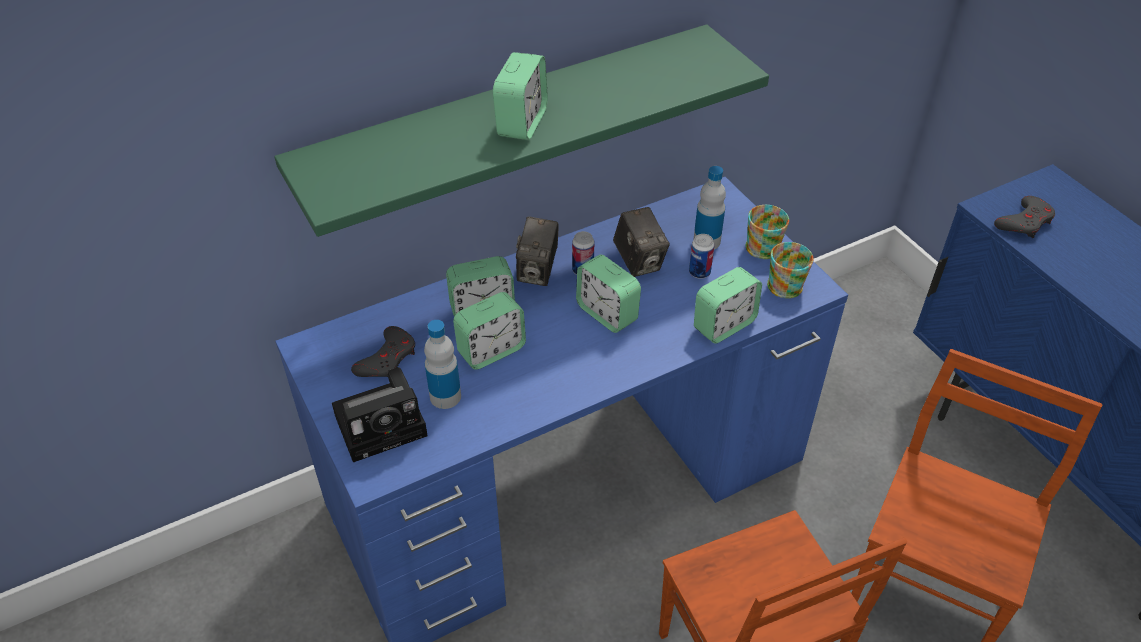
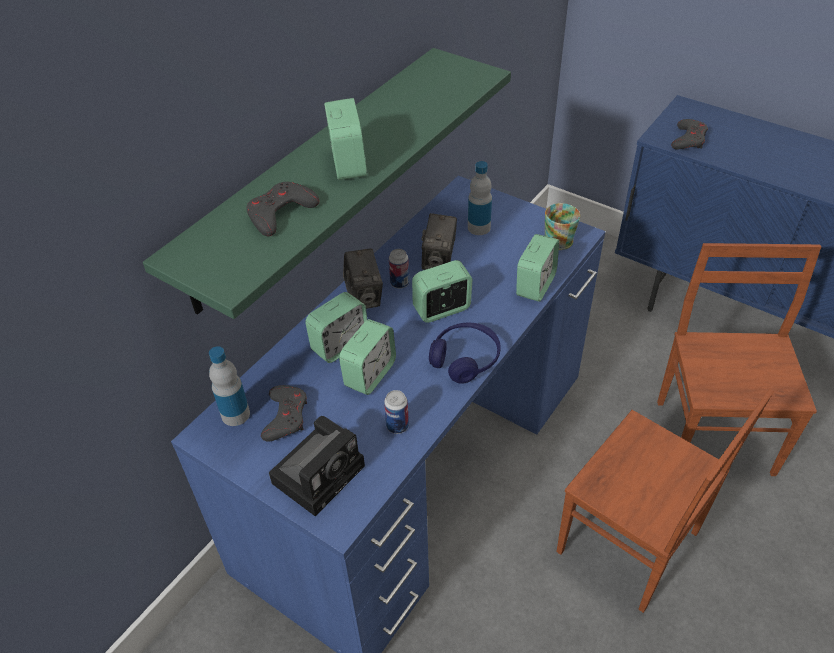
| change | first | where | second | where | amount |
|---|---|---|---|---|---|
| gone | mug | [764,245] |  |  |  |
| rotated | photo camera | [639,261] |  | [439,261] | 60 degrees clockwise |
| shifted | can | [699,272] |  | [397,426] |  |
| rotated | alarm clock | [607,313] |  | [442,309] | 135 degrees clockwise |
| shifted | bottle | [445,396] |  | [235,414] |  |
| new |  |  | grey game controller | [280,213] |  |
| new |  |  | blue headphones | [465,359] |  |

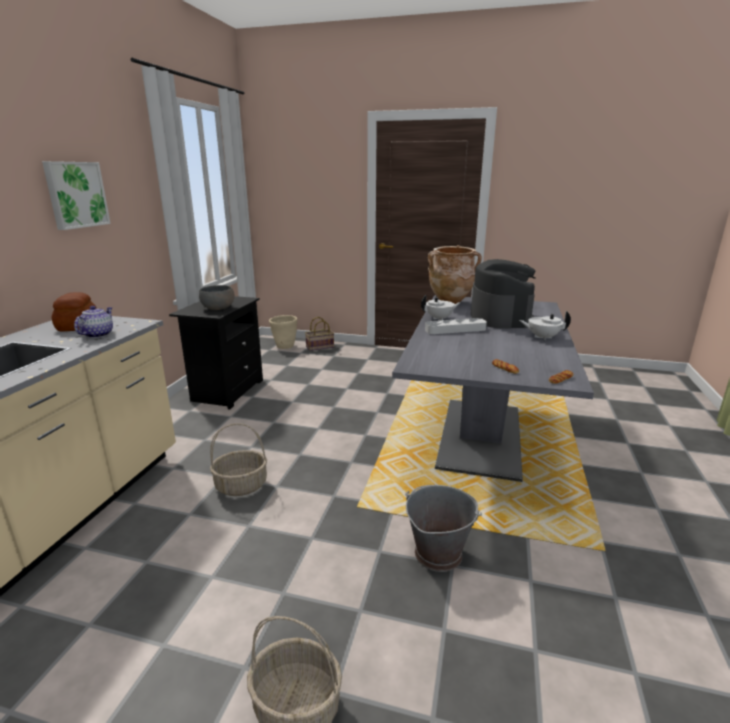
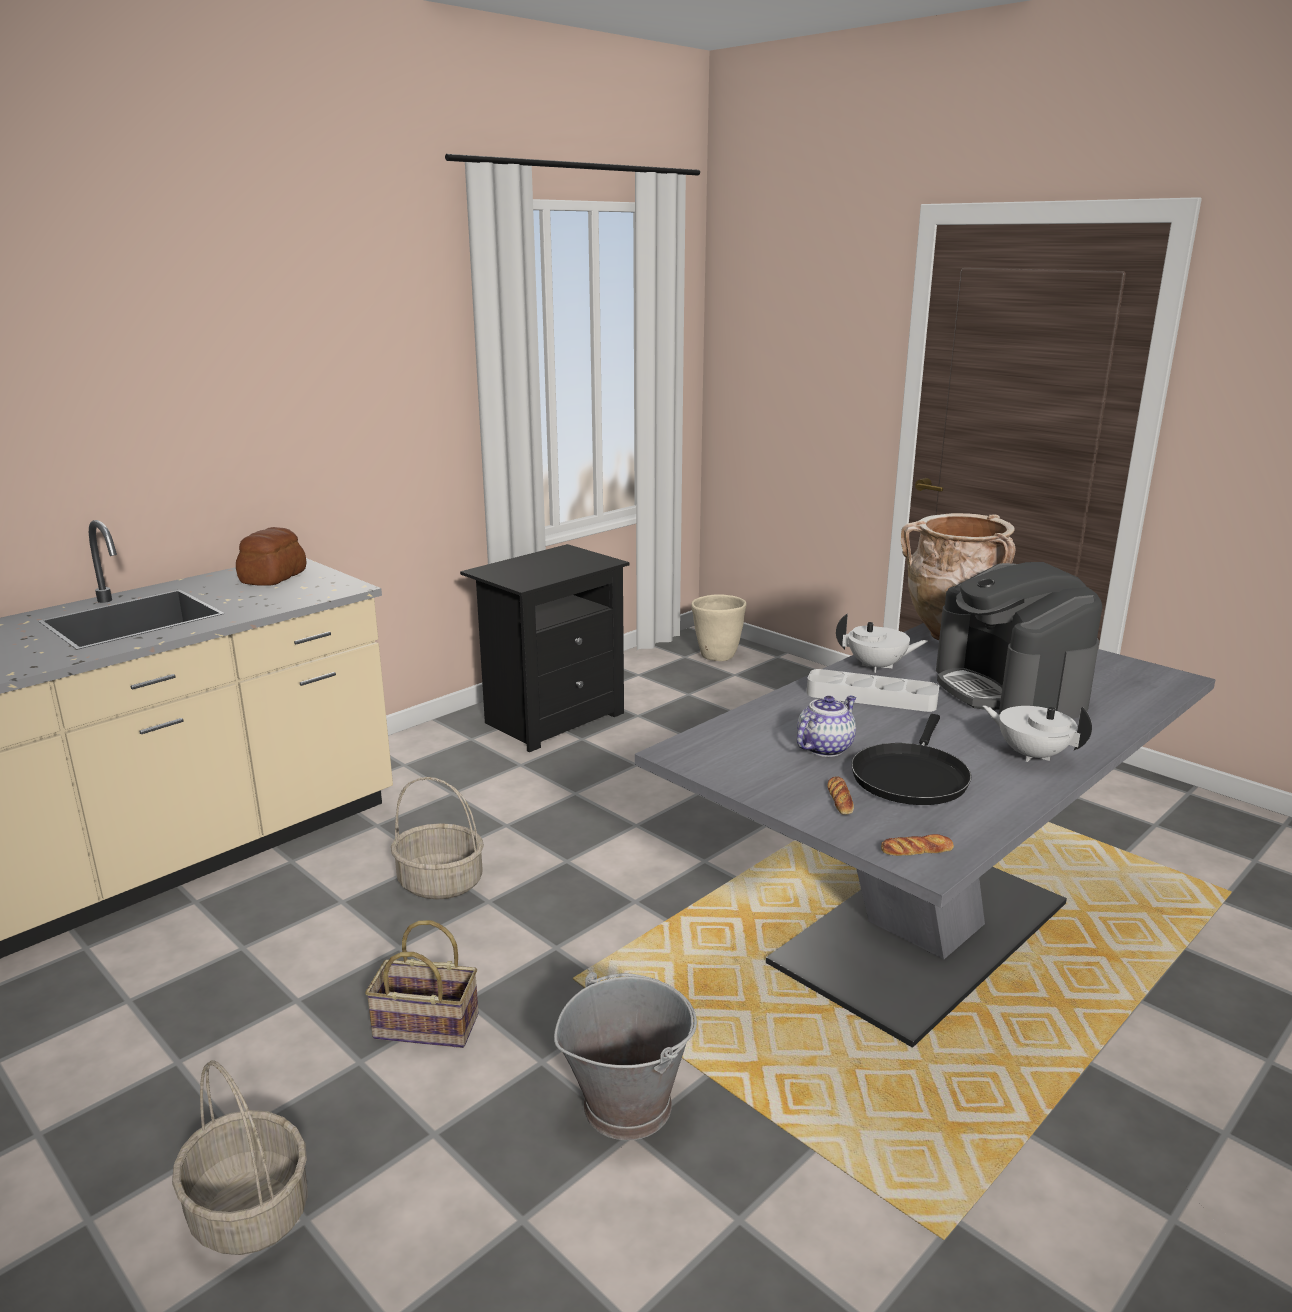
| change | first | where | second | where | amount |
|---|---|---|---|---|---|
| gone | picture | [75,195] |  |  |  |
| rotated | coffee machine | [500,317] |  | [1010,690] | 135 degrees clockwise |
| gone | grey bowl | [218,308] |  |  |  |
| shifted | teapot | [98,334] |  | [825,747] |  |
| shifted | basket | [319,347] |  | [423,1027] |  |
| new |  |  | black frying pan | [910,777] |  |

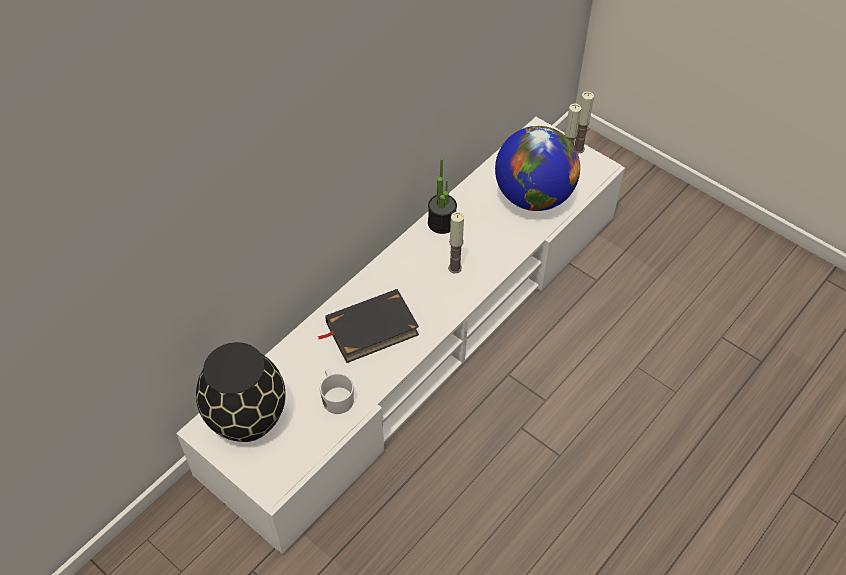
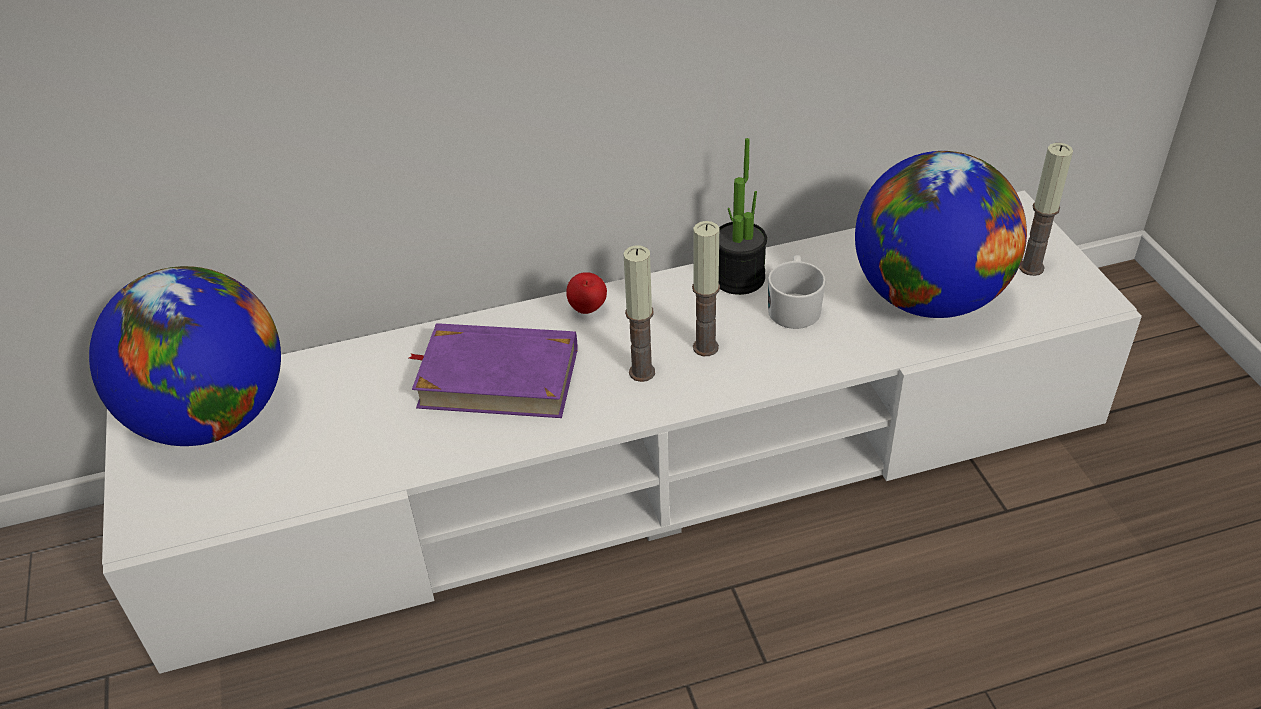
| change | first | where | second | where | amount |
|---|---|---|---|---|---|
| shifted | candle | [578,148] |  | [642,372] |  |
| repainted | black book | [371,328] | purple book | [498,377] |  |
| swapped | black vase | [248,418] | globe | [212,418] |  |
| shifted | white mug | [336,397] |  | [794,306] |  |
| new |  |  | apple | [588,310] |  |

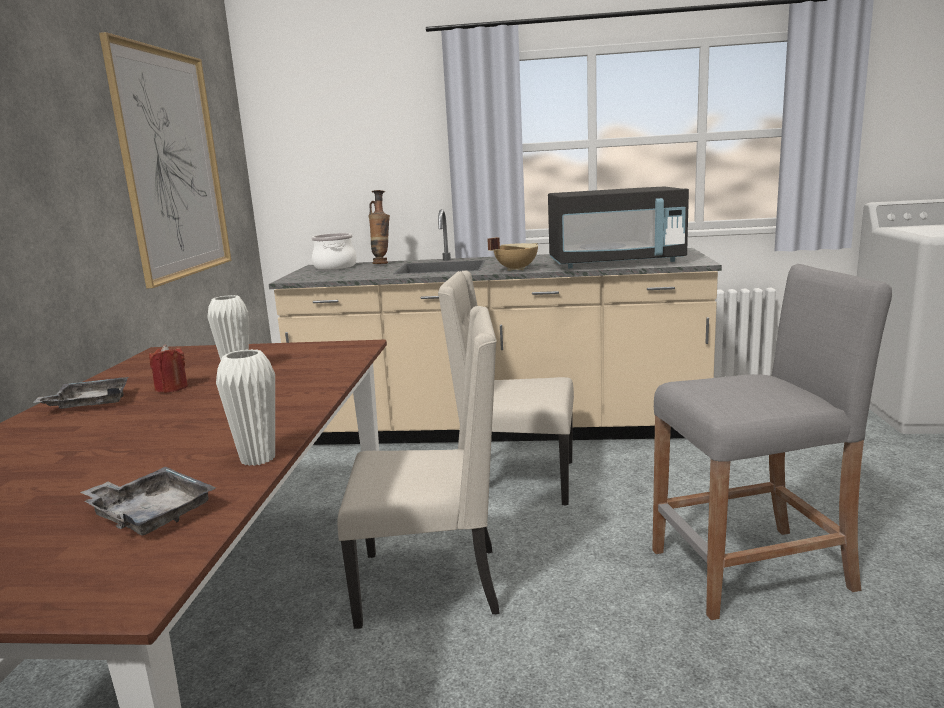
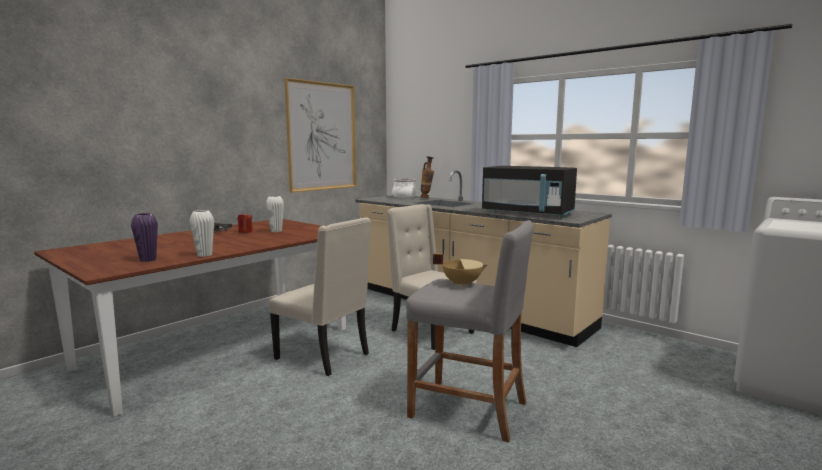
| change | first | where | second | where | amount |
|---|---|---|---|---|---|
| shifted | beige cooking pot | [515,269] |  | [461,283] |  |
| swapped | grey tray | [151,514] | purple vase | [148,260] |  |

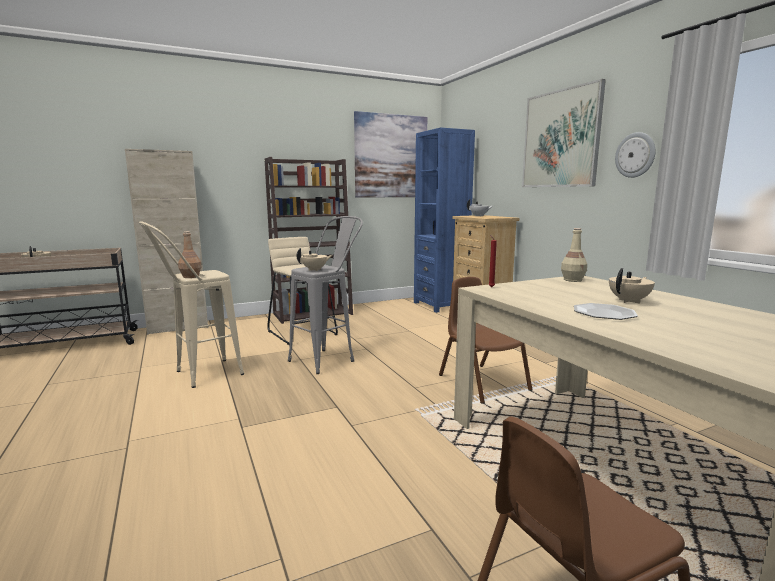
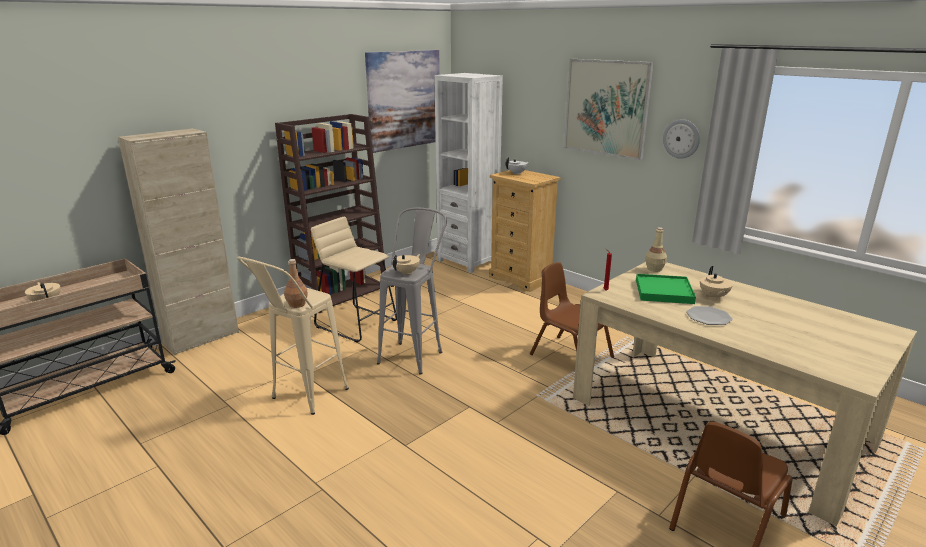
| change | first | where | second | where | amount |
|---|---|---|---|---|---|
| repainted | blue bookcase | [440,305] | white bookcase | [468,261] |  |
| rotated | beige teapot | [629,301] |  | [713,297] | 150 degrees clockwise |
| new |  |  | green tray | [664,291] |  |

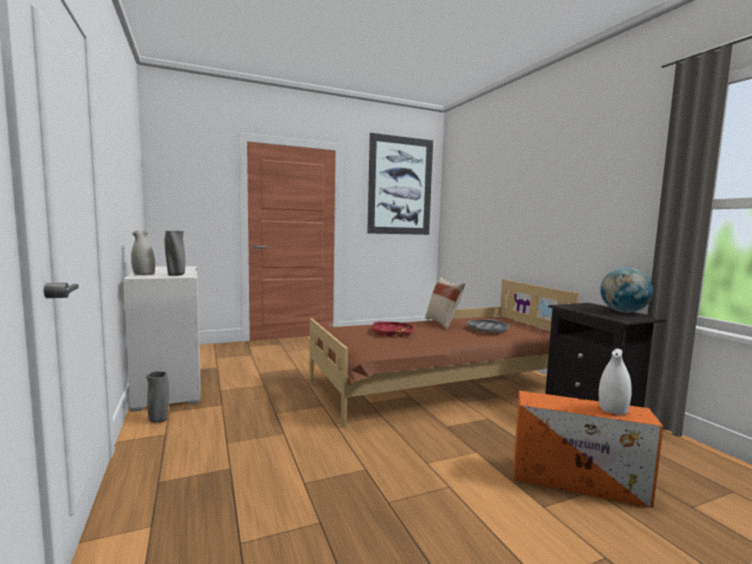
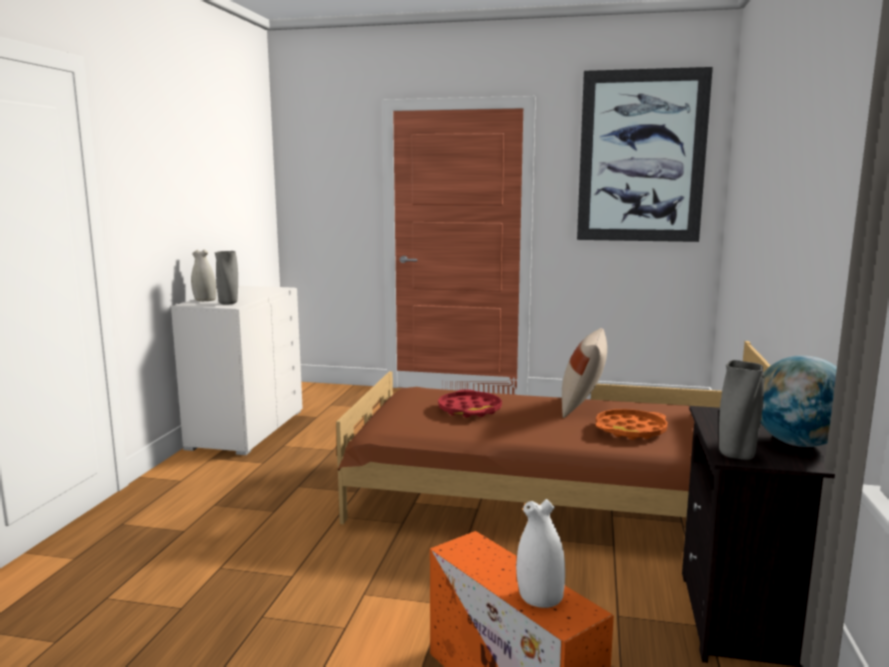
| change | first | where | second | where | amount |
|---|---|---|---|---|---|
| repainted | grey tray | [487,329] | orange tray | [630,430] |  |
| shifted | grey vase | [158,420] |  | [736,455] |  |

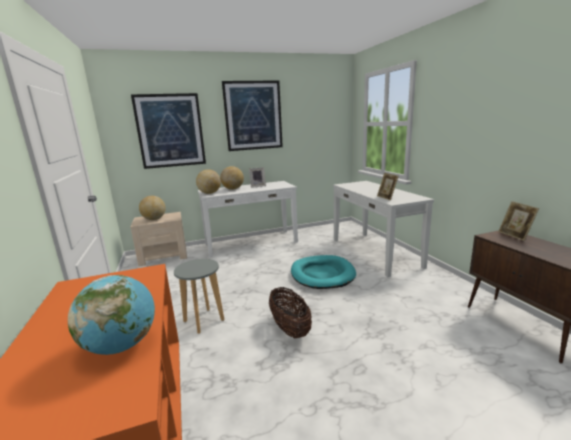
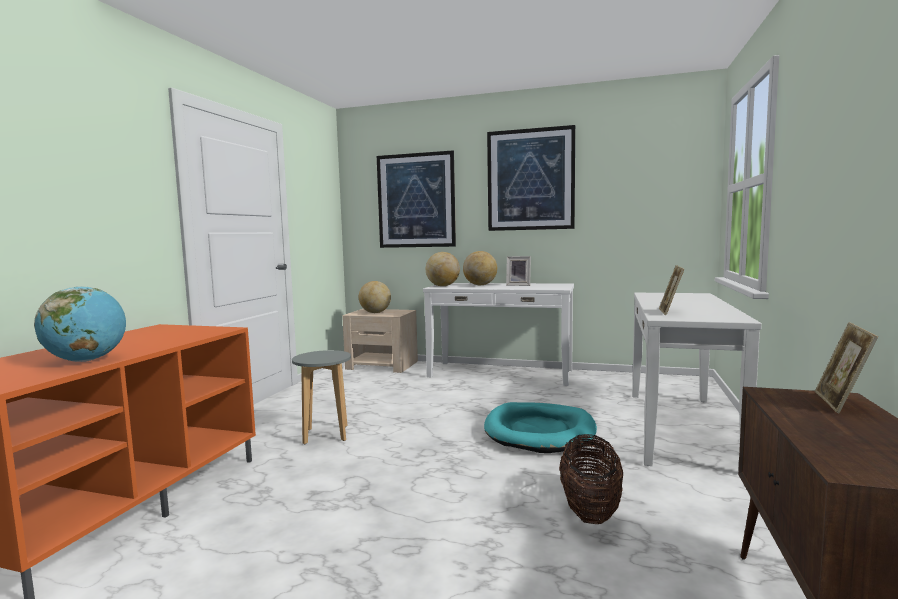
| change | first | where | second | where | amount |
|---|---|---|---|---|---|
| shifted | basket | [290,328] |  | [590,509] |  |

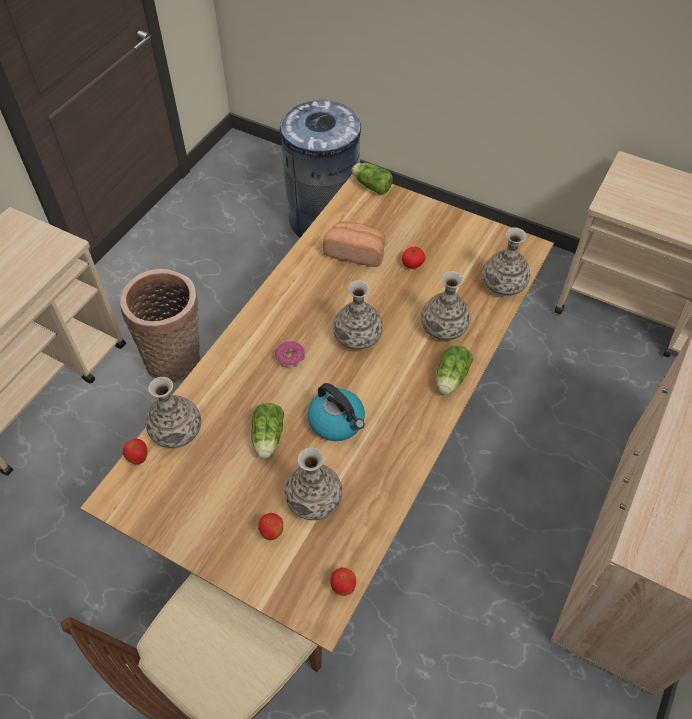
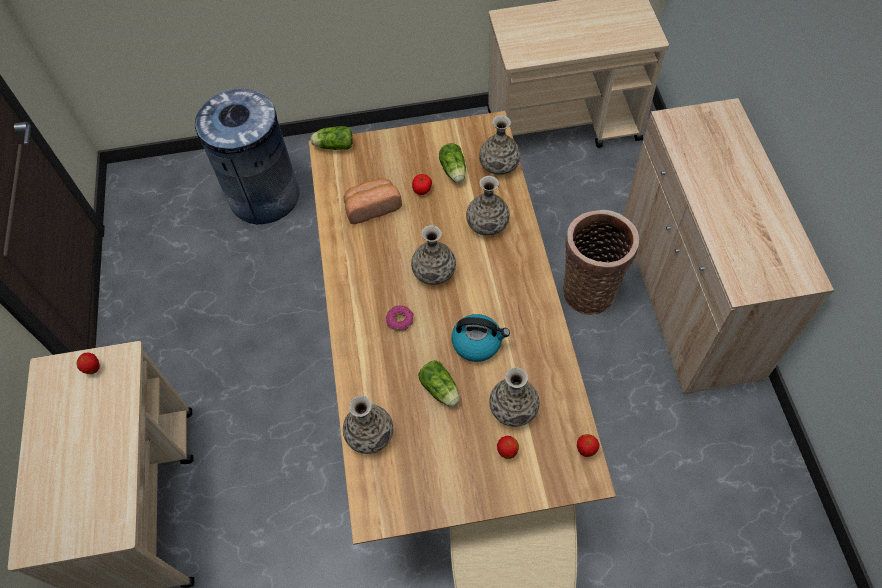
| change | first | where | second | where | amount |
|---|---|---|---|---|---|
| shifted | basket | [176,358] |  | [590,289] |  |
| shifted | lettuce | [450,379] |  | [454,171] |  |
| shifted | apple | [139,459] |  | [93,369] |  |

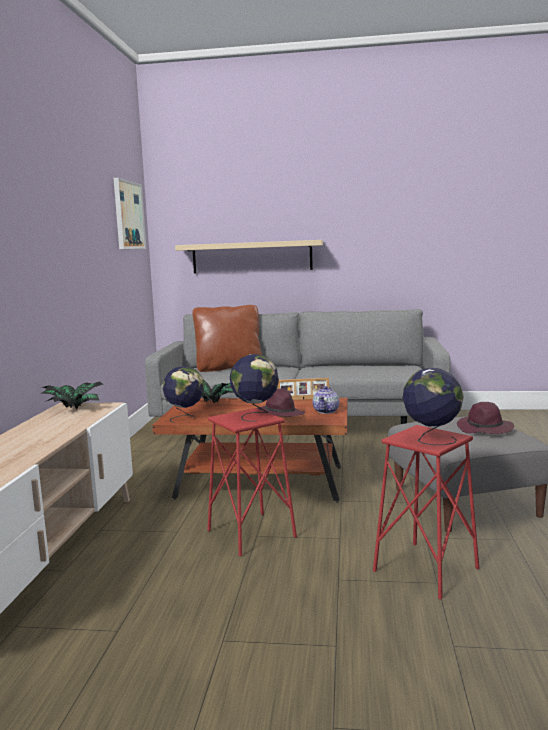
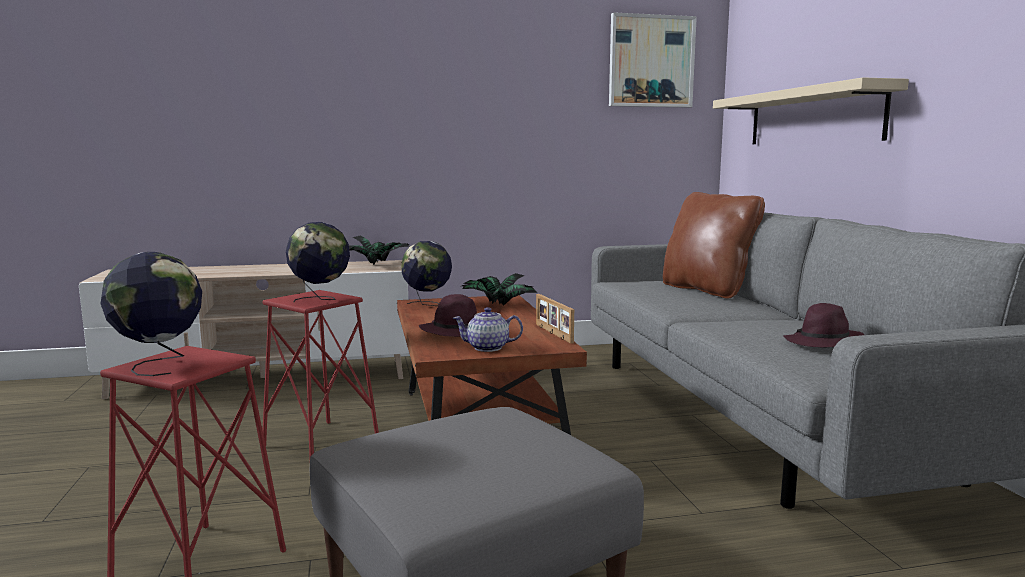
| change | first | where | second | where | amount |
|---|---|---|---|---|---|
| shifted | purple hat | [485,429] |  | [824,344] |  |

